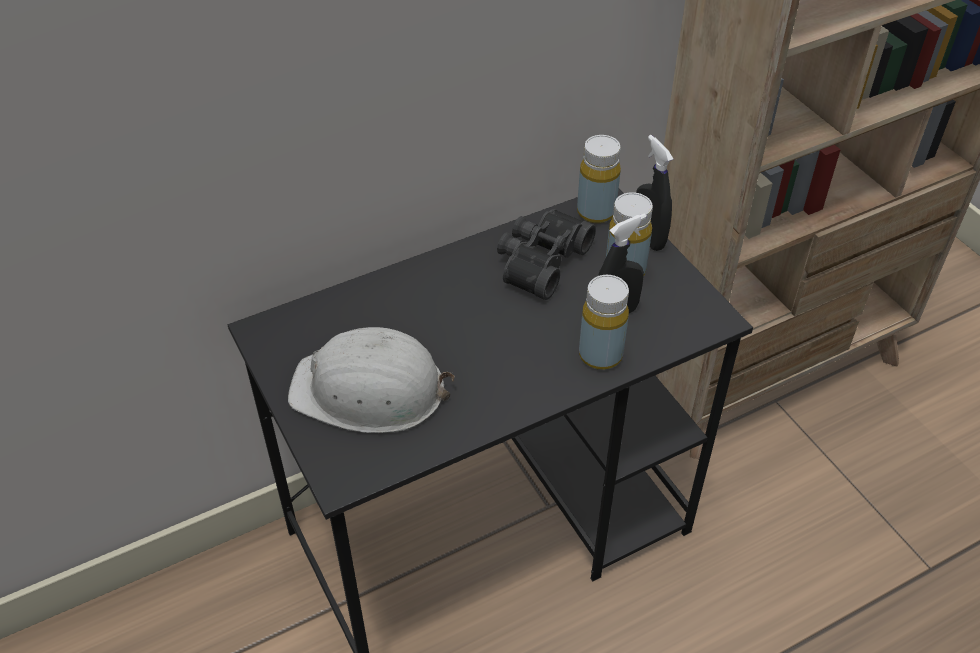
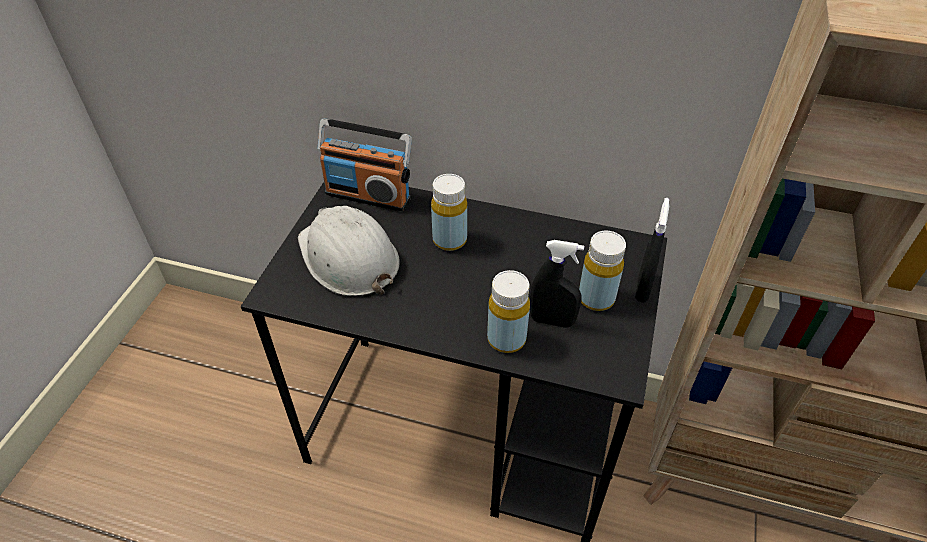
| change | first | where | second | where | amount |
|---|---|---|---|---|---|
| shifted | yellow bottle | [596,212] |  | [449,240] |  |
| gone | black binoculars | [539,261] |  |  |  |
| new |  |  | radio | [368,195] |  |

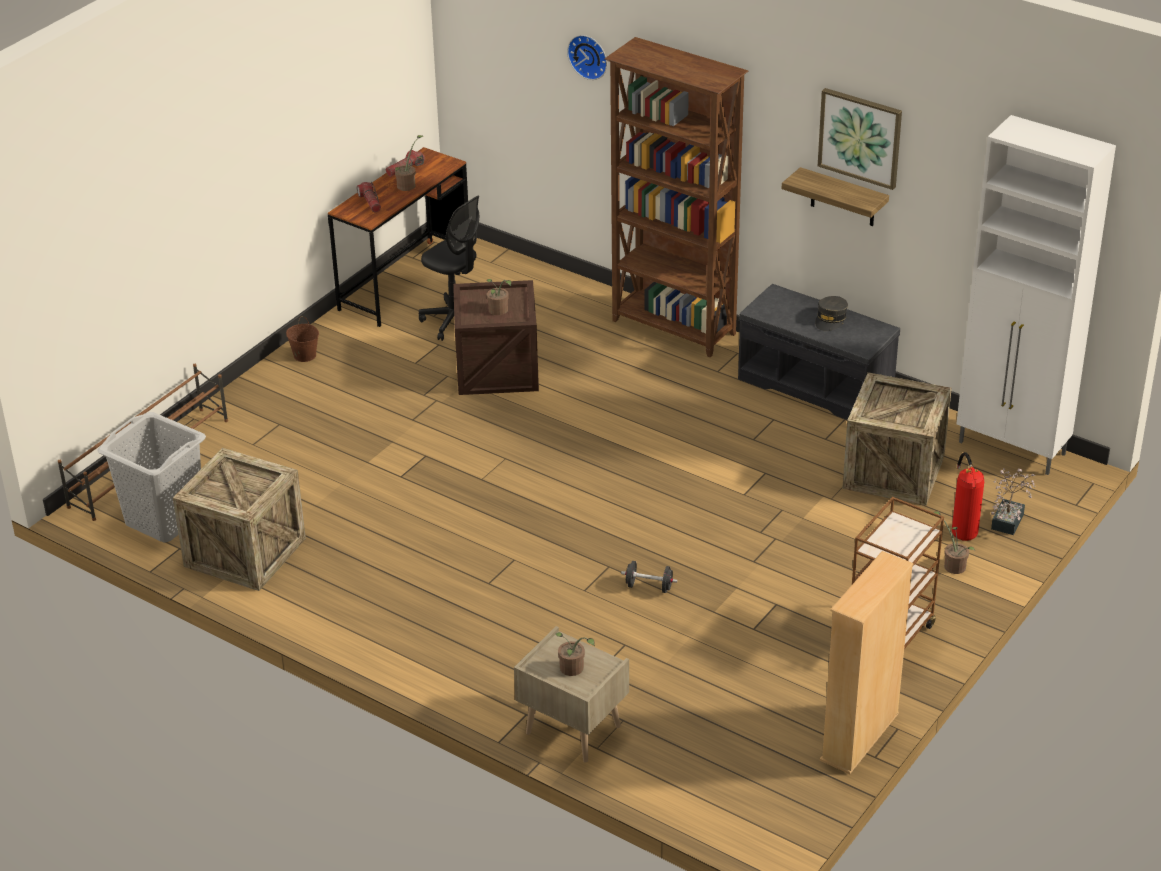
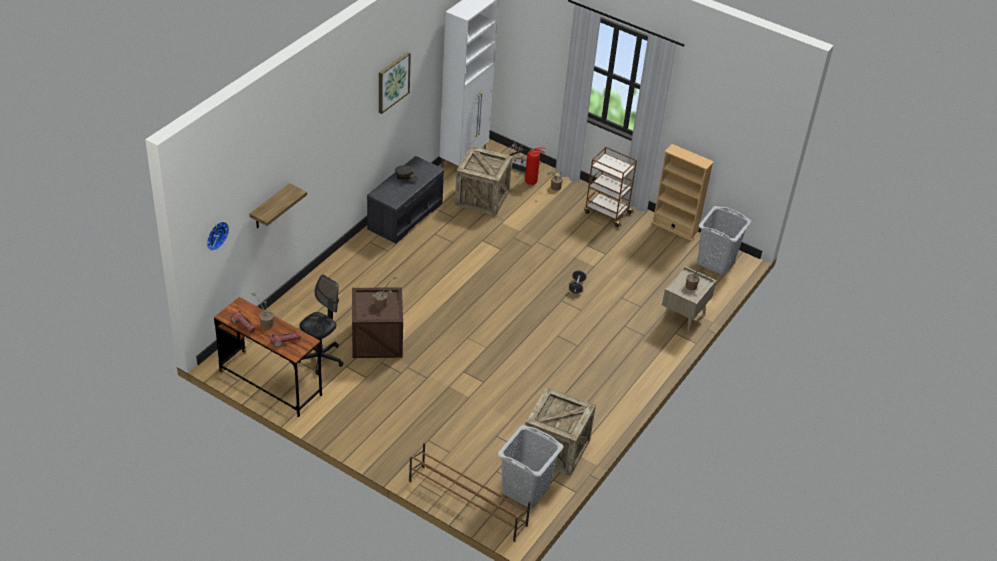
| change | first | where | second | where | amount |
|---|---|---|---|---|---|
| shifted | wall clock | [589,56] |  | [215,235] |  |
| gone | brown bookcase | [674,328] |  |  |  |
| shifted | shelf | [843,198] |  | [270,207] |  |
| gone | brown bucket | [304,355] |  |  |  |
| new |  |  | grey laundry basket | [716,262] |  |

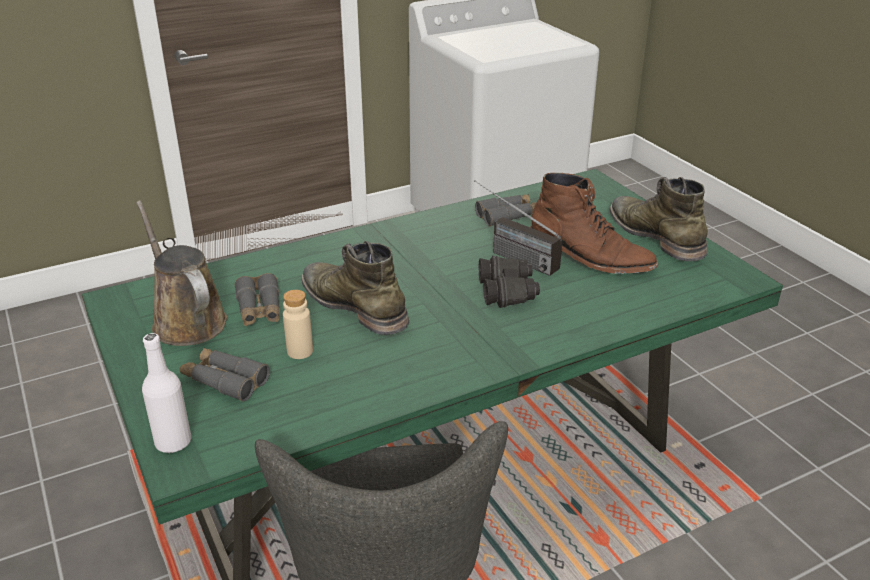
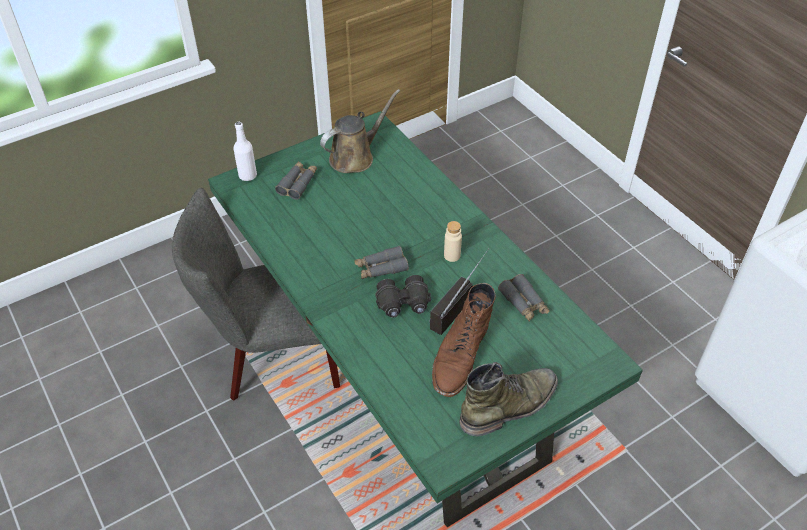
| change | first | where | second | where | amount |
|---|---|---|---|---|---|
| gone | green boot | [354,305] |  |  |  |
| shifted | grey binoculars | [259,309] |  | [381,268] |  |
| shifted | beige bottle | [300,351] |  | [452,256] |  |

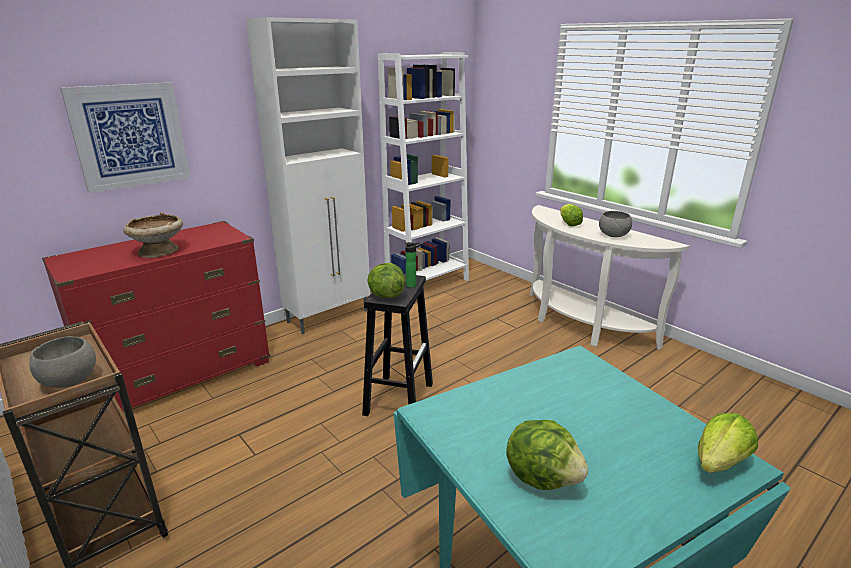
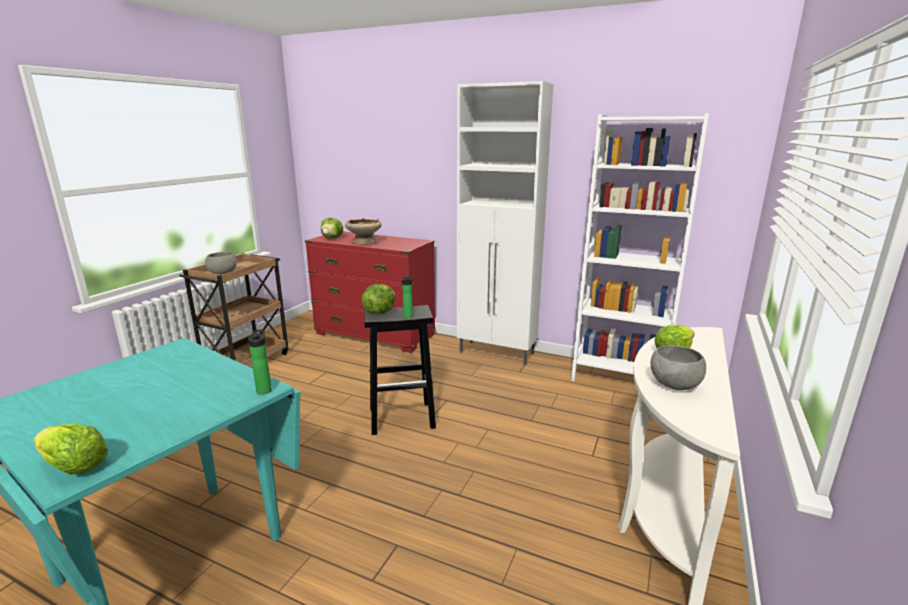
| change | first | where | second | where | amount |
|---|---|---|---|---|---|
| gone | picture | [130,136] |  |  |  |
| shifted | lettuce | [542,477] |  | [332,238] |  |
| new |  |  | bottle | [264,390] |  |

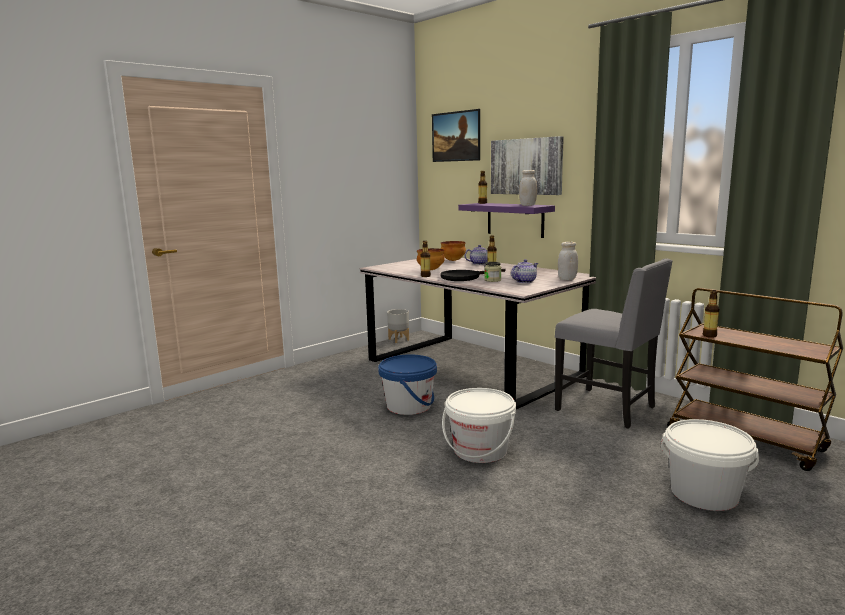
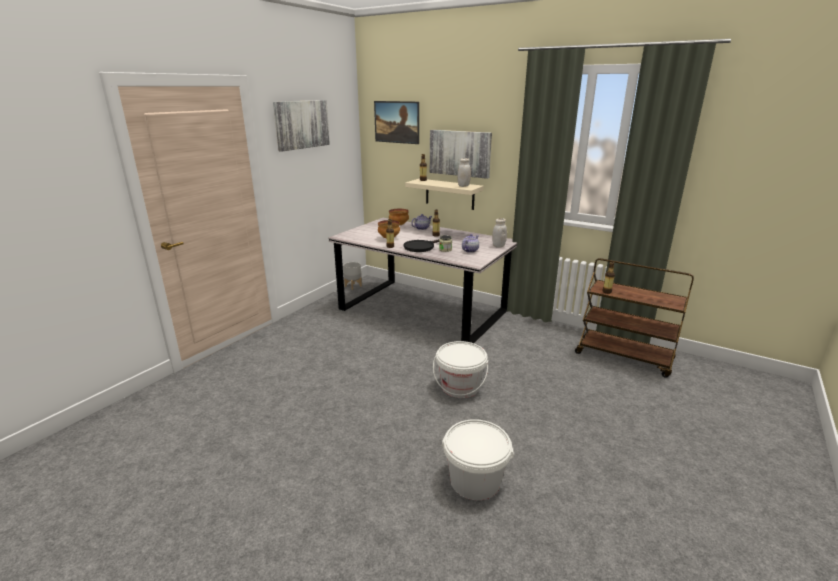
| change | first | where | second | where | amount |
|---|---|---|---|---|---|
| repainted | purple shelf | [515,219] | beige shelf | [449,194] |  |
| gone | grey chair | [608,409] |  |  |  |
| gone | blue bucket | [409,406] |  |  |  |
| shifted | white bucket | [704,493] |  | [475,480] |  |
| new |  |  | picture | [301,124] |  |

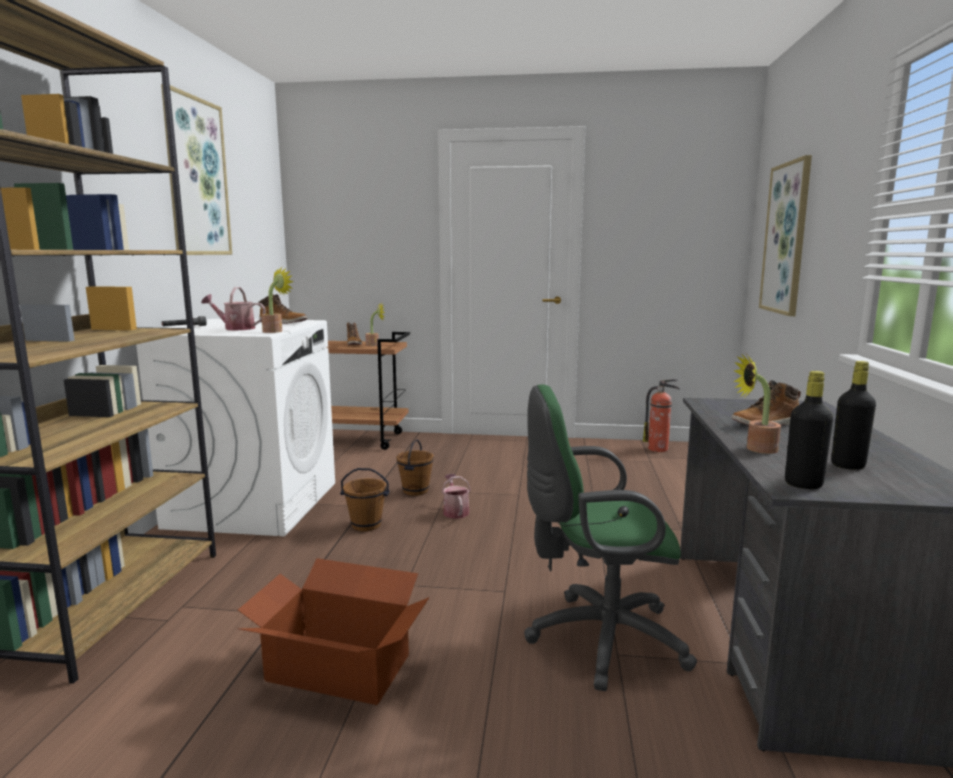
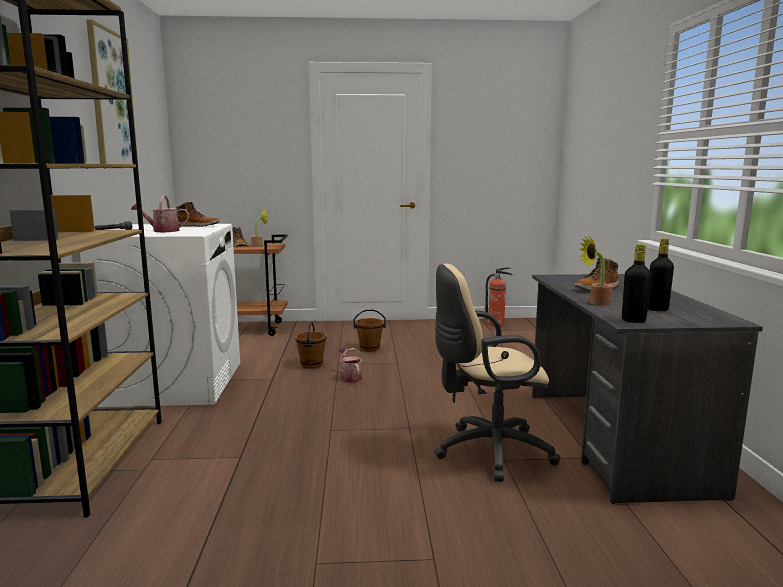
| change | first | where | second | where | amount |
|---|---|---|---|---|---|
| gone | picture | [786,238] |  |  |  |
| gone | potted plant | [276,331] |  |  |  |
| repainted | green office chair | [598,639] | beige office chair | [487,452] |  |
| shifted | brown bucket | [366,525] |  | [369,348] |  |
| gone | cardboard box | [338,666] |  |  |  |

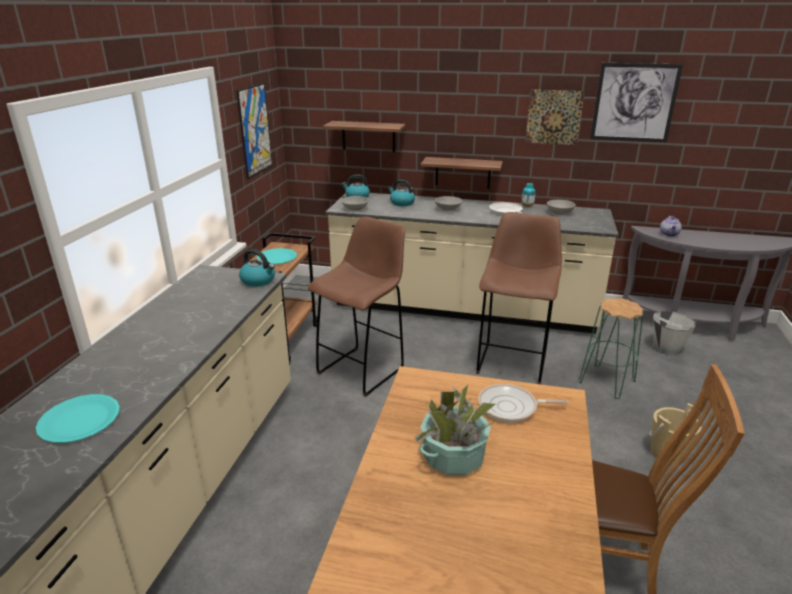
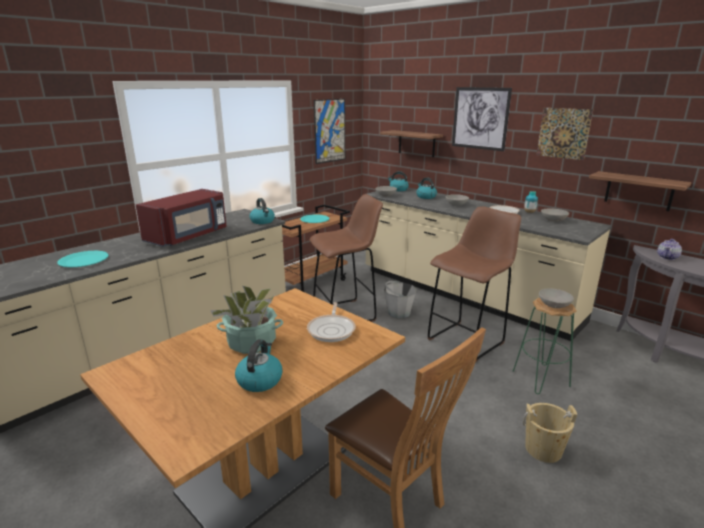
| change | first | where | second | where | amount |
|---|---|---|---|---|---|
| shifted | picture | [634,103] |  | [480,118] |  |
| shifted | shelf | [463,172] |  | [639,191] |  |
| shifted | grey bucket | [666,348] |  | [399,313] |  |
| rotated | frying pan | [511,407] |  | [332,329] | 120 degrees counterclockwise |
| new |  |  | red microwave | [189,236] |  |
| new |  |  | grey bowl | [554,305] |  |
| new |  |  | kettle | [259,380] |  |

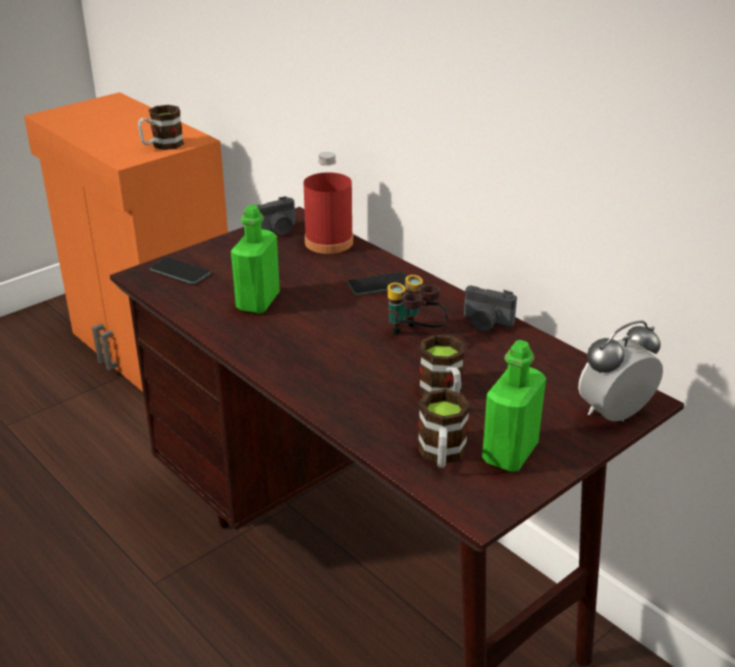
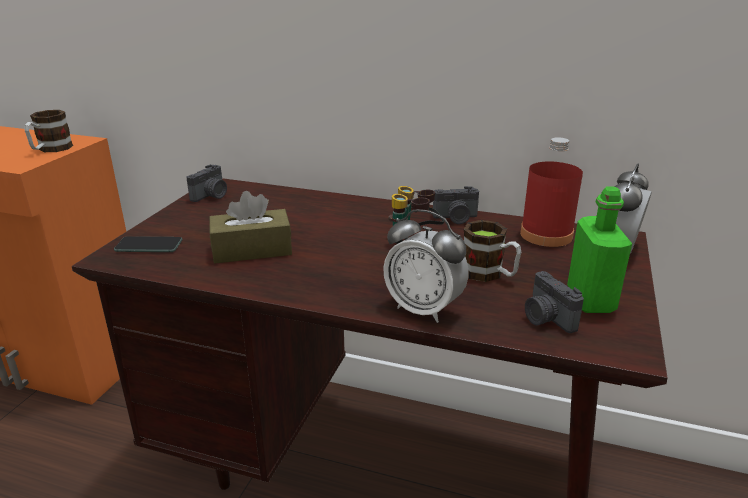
| change | first | where | second | where | amount |
|---|---|---|---|---|---|
| shifted | red bottle | [329,242] |  | [546,235] |  |
| swapped | green bottle | [258,302] | brown tissue box | [252,250] |  |
| gone | phone | [379,285] |  |  |  |
| swapped | mug | [441,455] | photo camera | [546,319] |  |
| new |  |  | alarm clock | [423,309] |  |

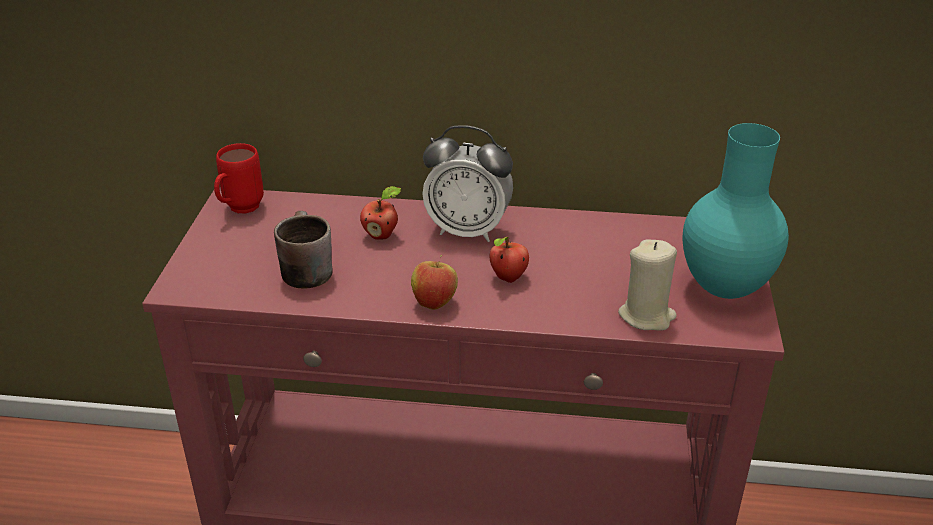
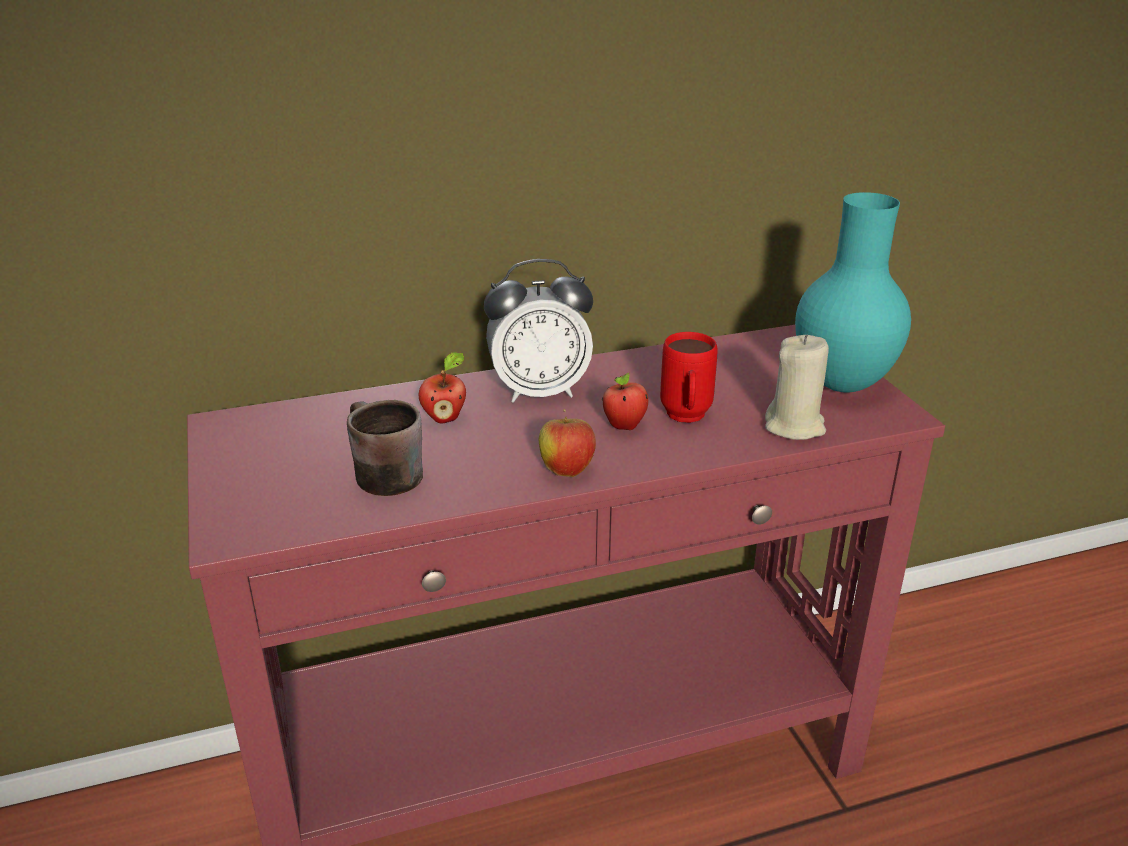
| change | first | where | second | where | amount |
|---|---|---|---|---|---|
| shifted | red mug | [239,210] |  | [686,420] |  |

